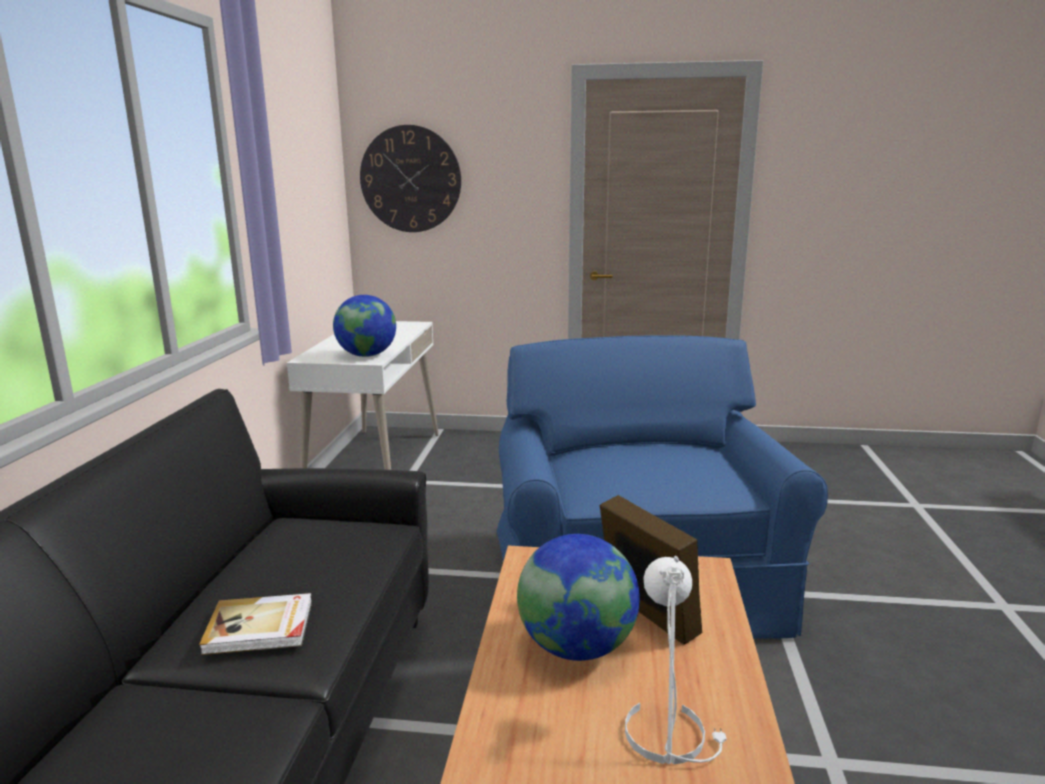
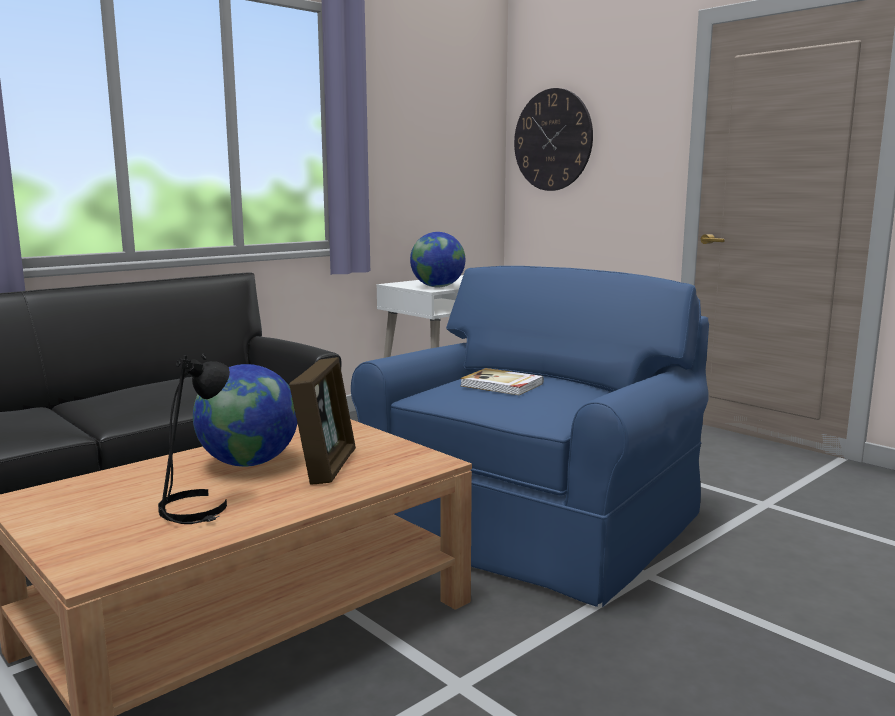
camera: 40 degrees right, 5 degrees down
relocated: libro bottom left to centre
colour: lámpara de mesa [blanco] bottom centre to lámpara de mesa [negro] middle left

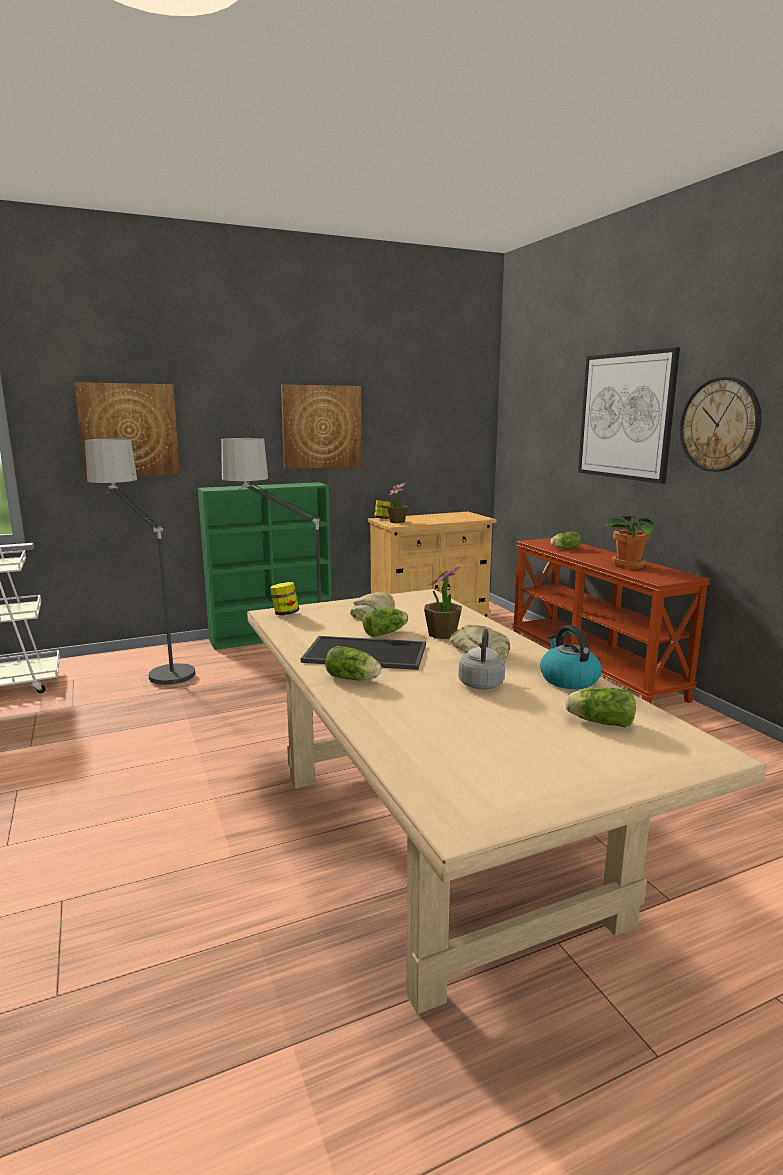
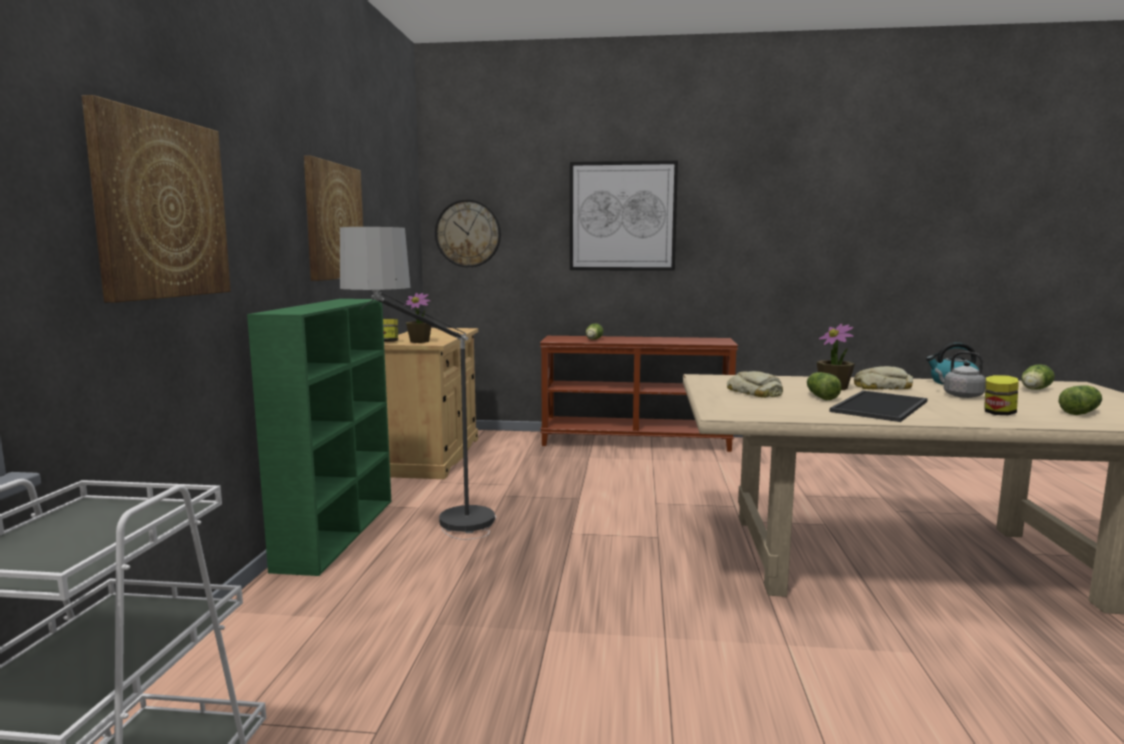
camera: 60 degrees left, 5 degrees down
missing: lámpara de pie (no. 1 from left) middle left; planta en maceta (no. 3 from left) middle right
relocated: tarro (no. 1 from left in the first image) centre to tarro (no. 2 from left) middle right; lechuga (no. 1 from left in the first image) centre to lechuga (no. 4 from left) middle right; reloj de pared middle right to top centre

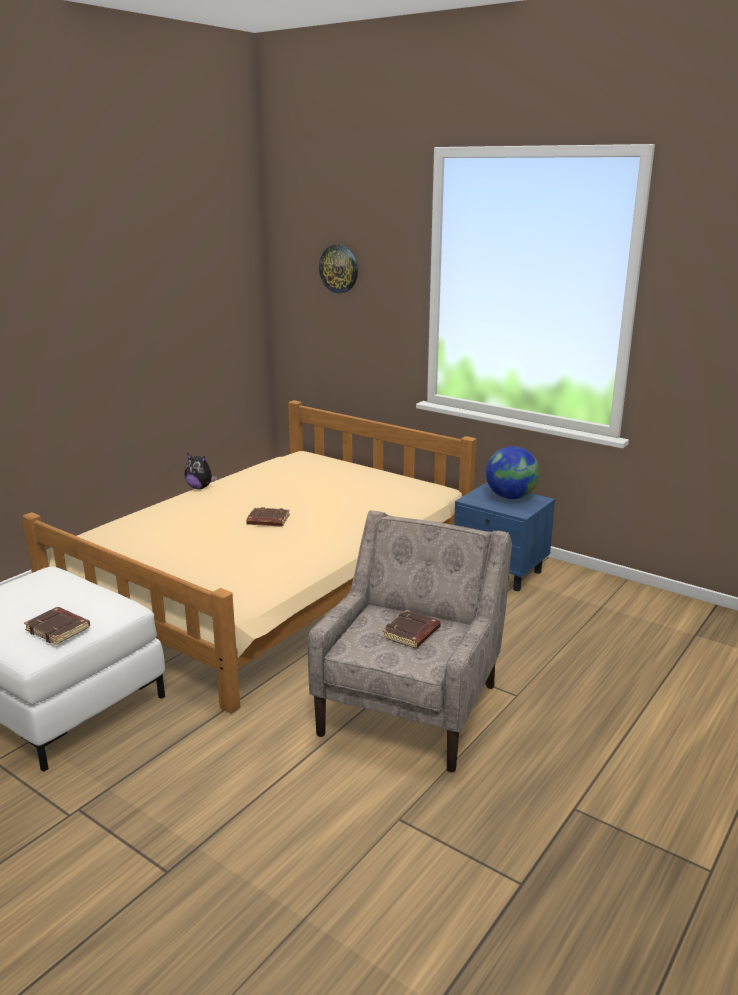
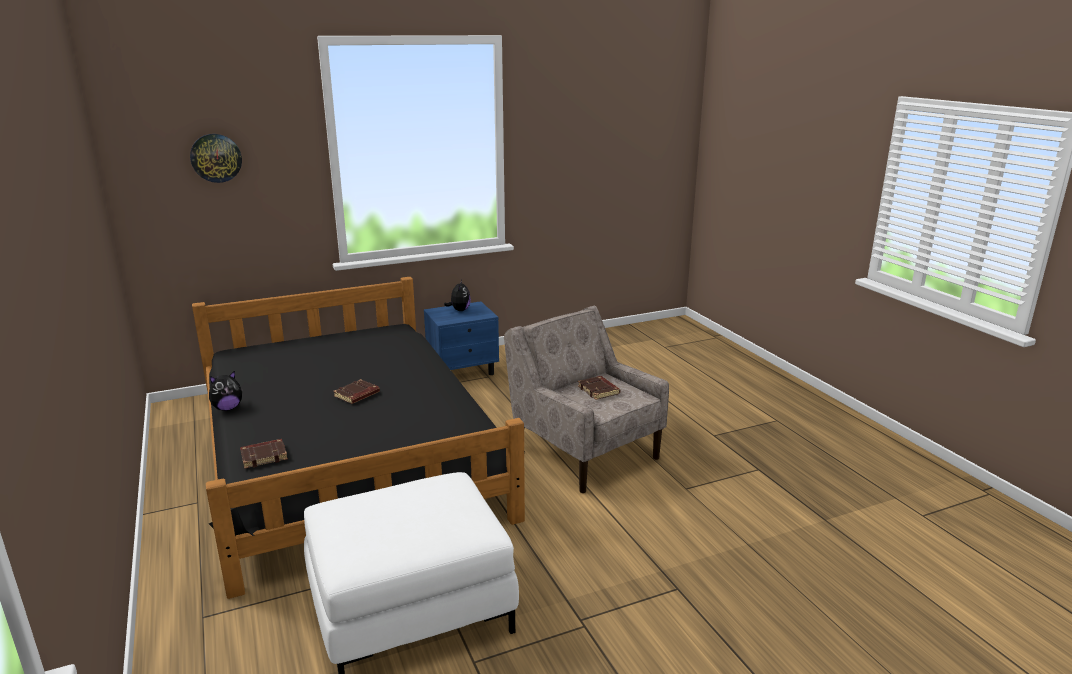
camera: 60 degrees left, 0 degrees up
relocated: libro [marrón] (no. 1 from left) middle left to bottom left
exchanged: globo terráqueo middle right to peluche (no. 2 from left) centre
colour: cama [beis] centre to cama [negro] centre

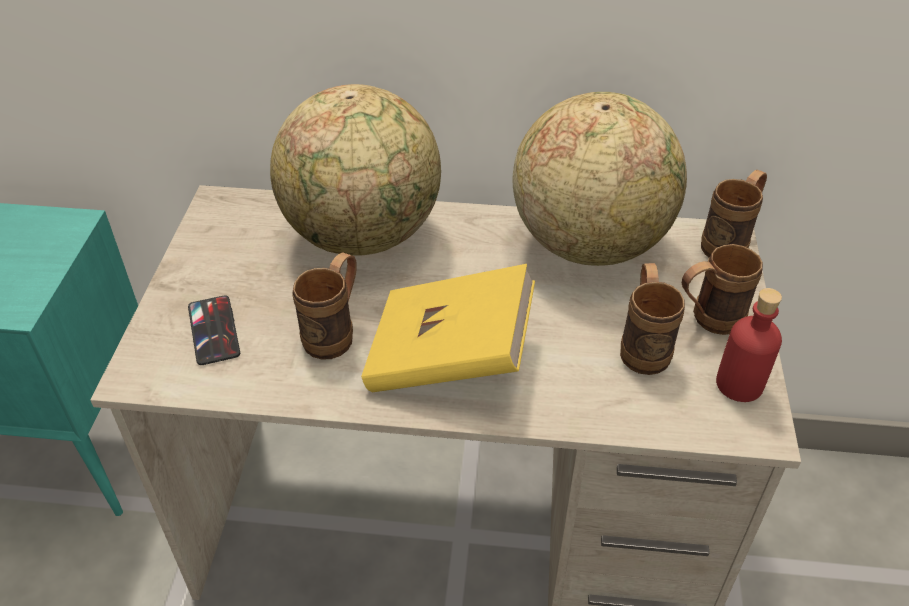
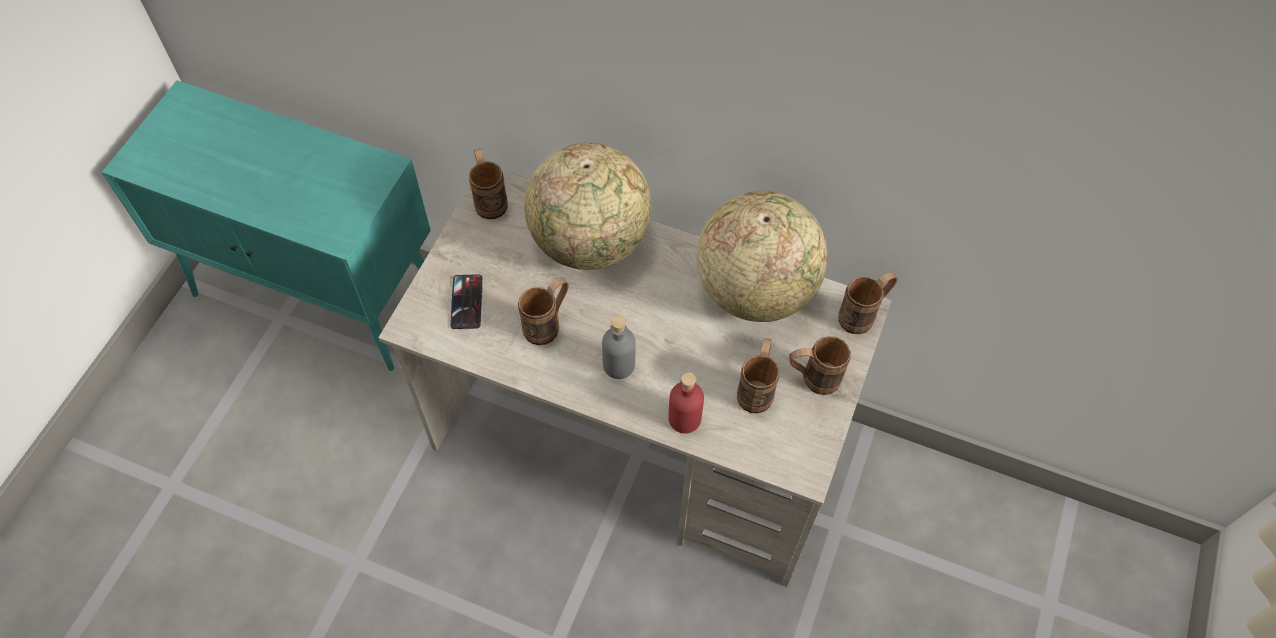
camera: 15 degrees right, 15 degrees up
appeared: taza grande [marrón] (no. 1 from left) top centre
relocated: botella [rojo] middle right to centre
exchanged: libro [amarillo] centre to botella [gris] centre

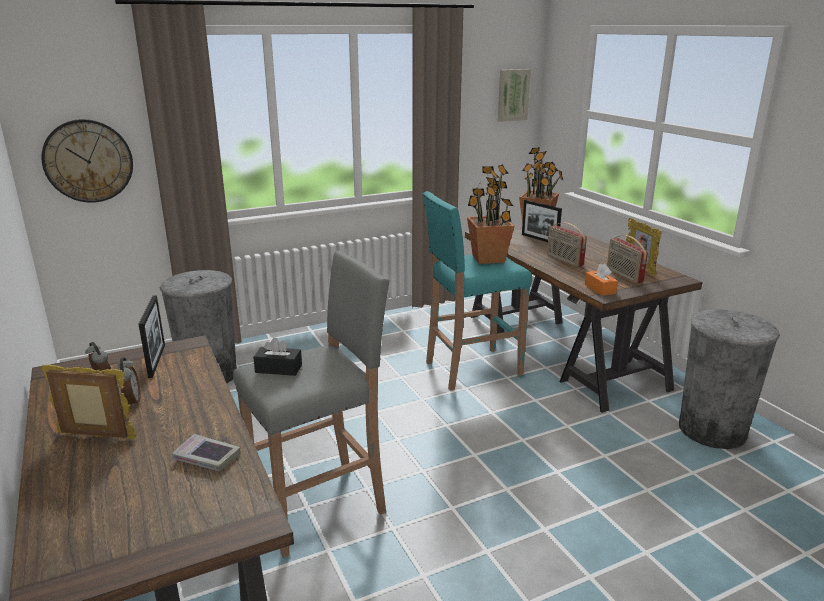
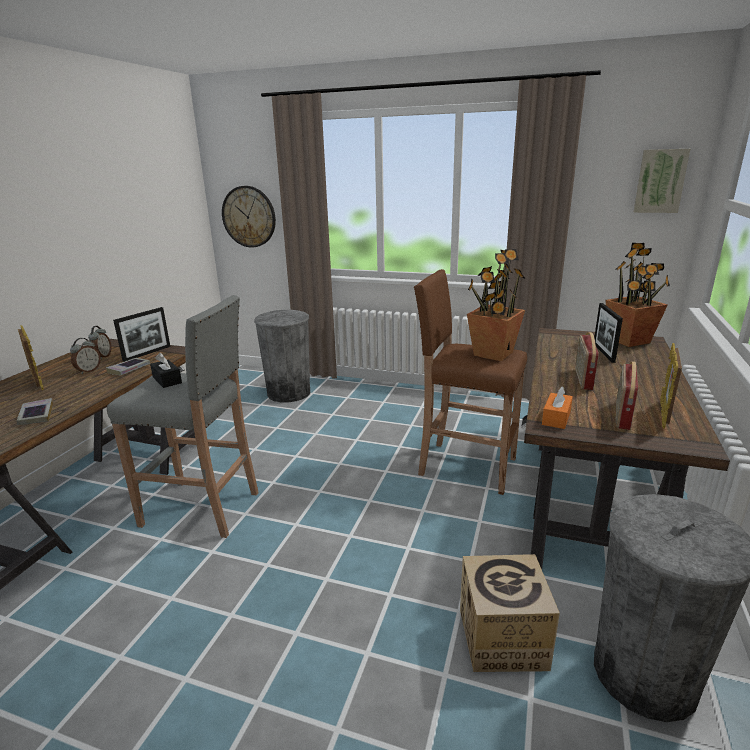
camera: 45 degrees right, 0 degrees up
appeared: libro (no. 2 from left) middle left; caja de cartón bottom right
colour: taburete [turquesa] centre to taburete [marrón] centre

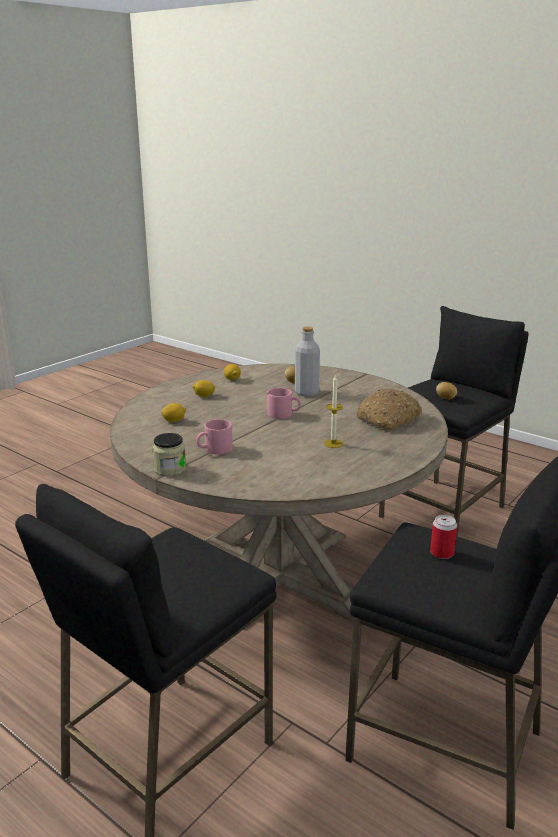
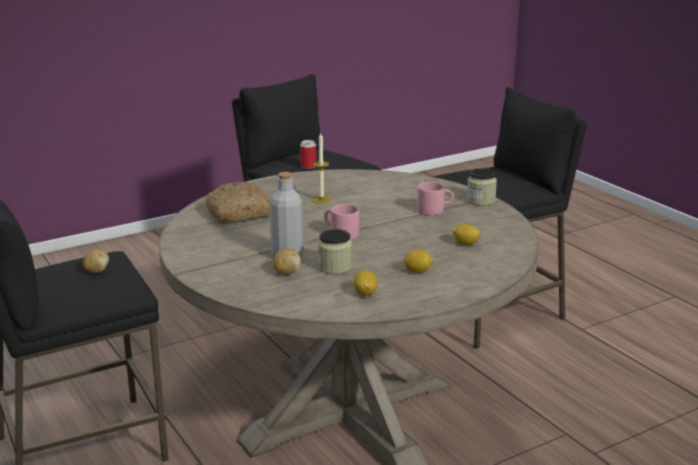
camera: 160 degrees left, 0 degrees up
appeared: tarro (no. 1 from left) centre

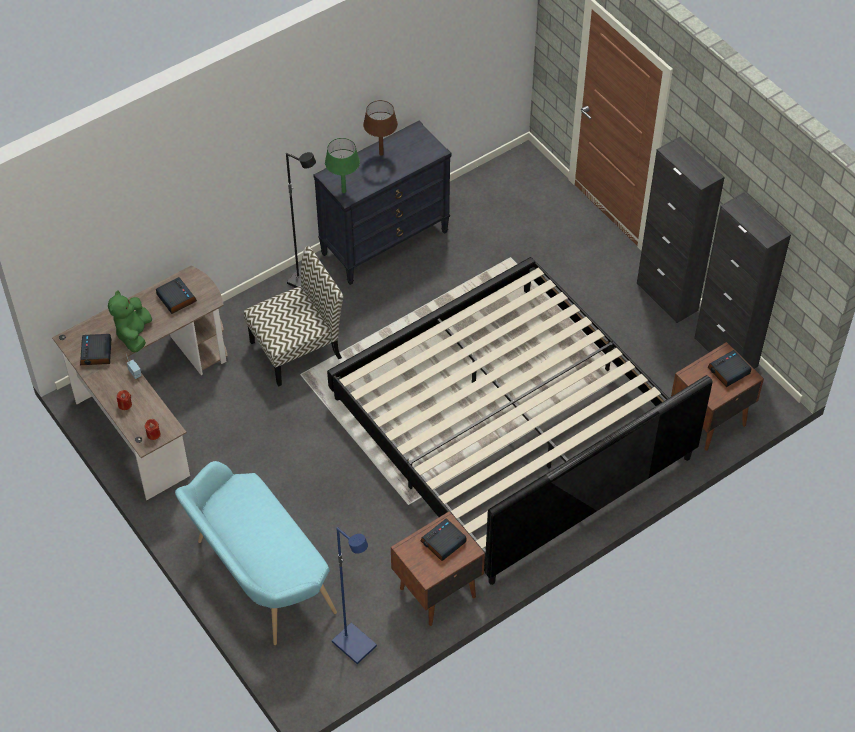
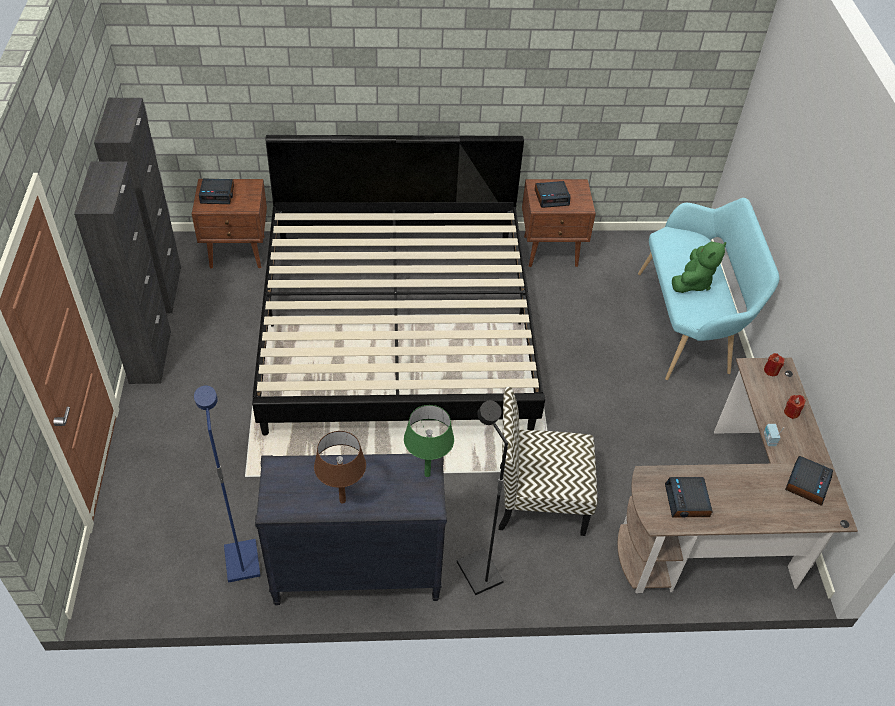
camera: 150 degrees left, 5 degrees down
relocated: peluche [verde] middle left to middle right; lámpara de pie [azul] bottom centre to bottom left

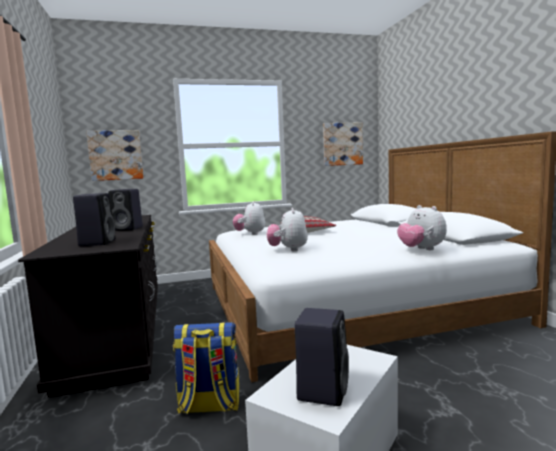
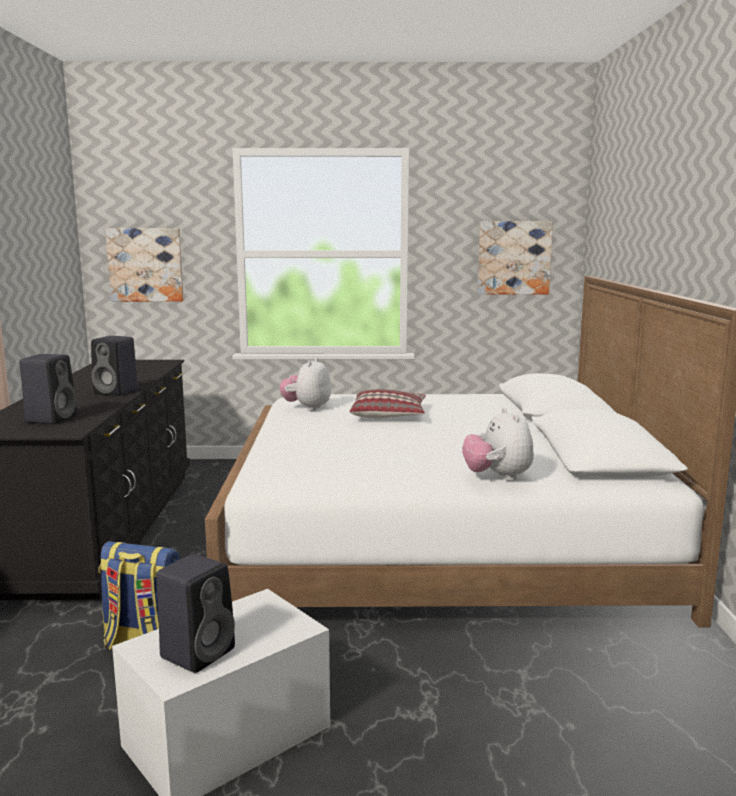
camera: 15 degrees right, 5 degrees up
missing: peluche (no. 2 from left) centre

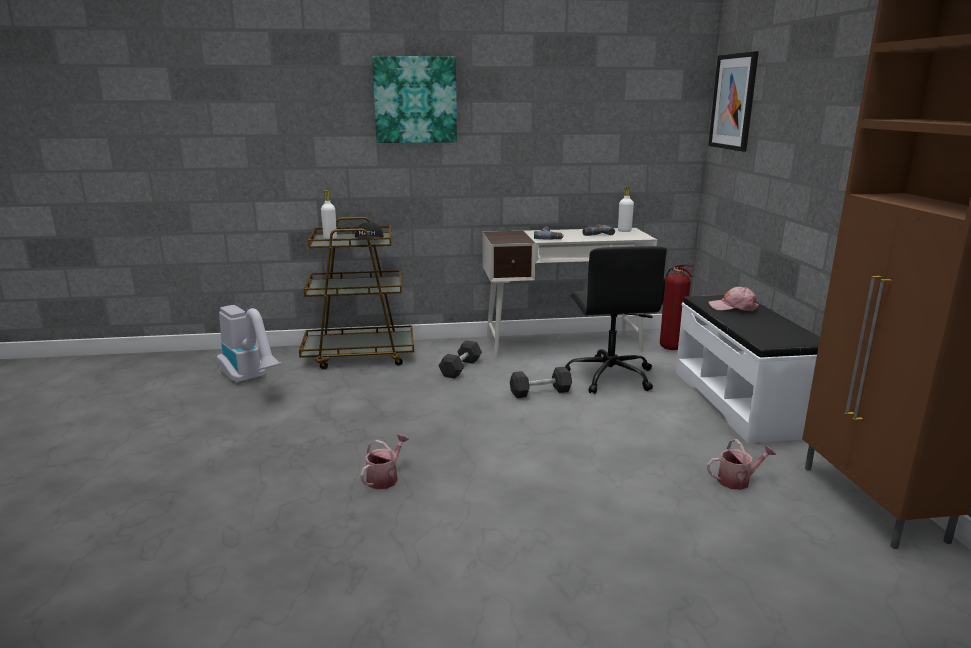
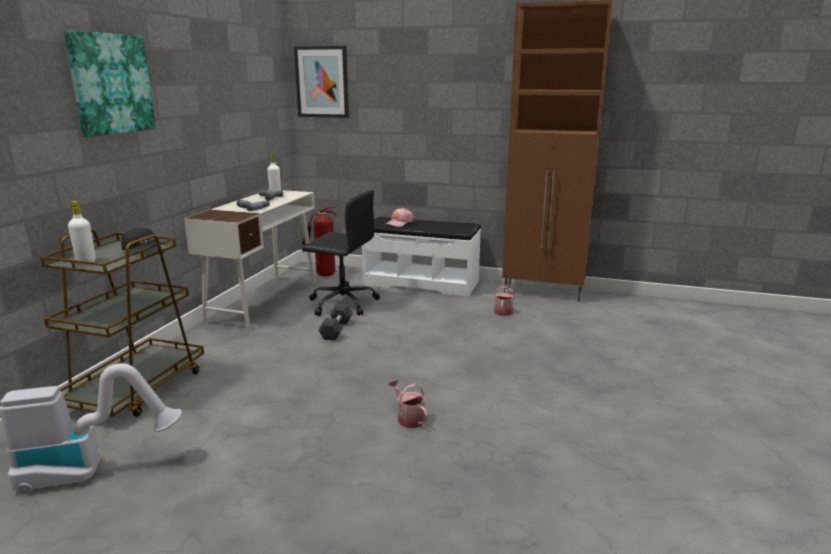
camera: 65 degrees left, 0 degrees up
missing: mancuerna [negro] (no. 1 from left) centre

